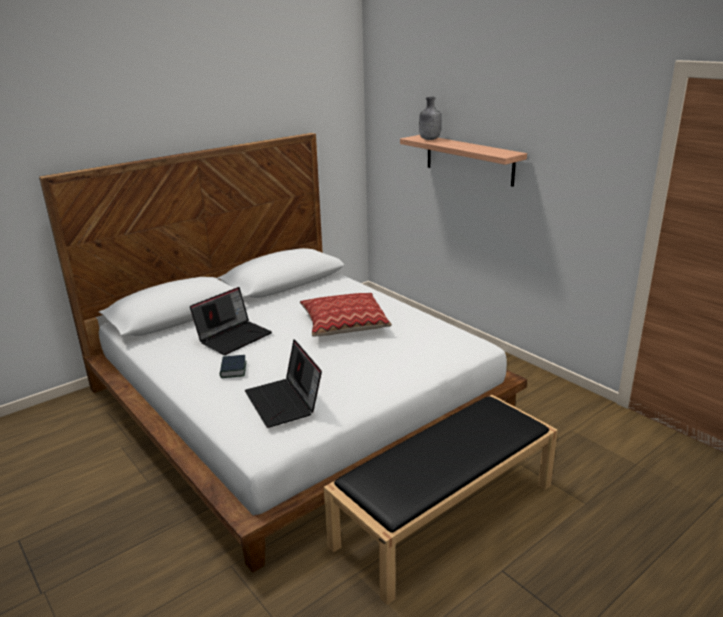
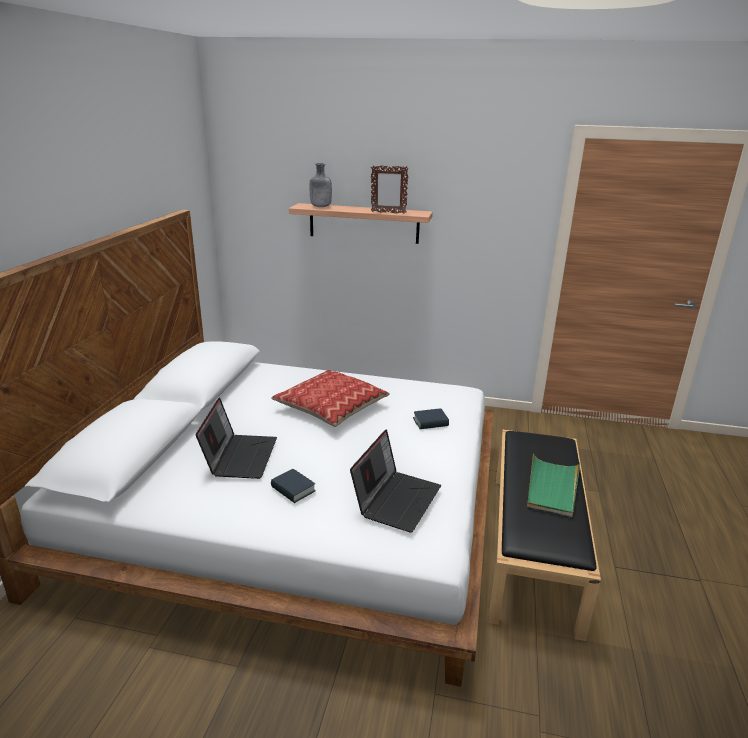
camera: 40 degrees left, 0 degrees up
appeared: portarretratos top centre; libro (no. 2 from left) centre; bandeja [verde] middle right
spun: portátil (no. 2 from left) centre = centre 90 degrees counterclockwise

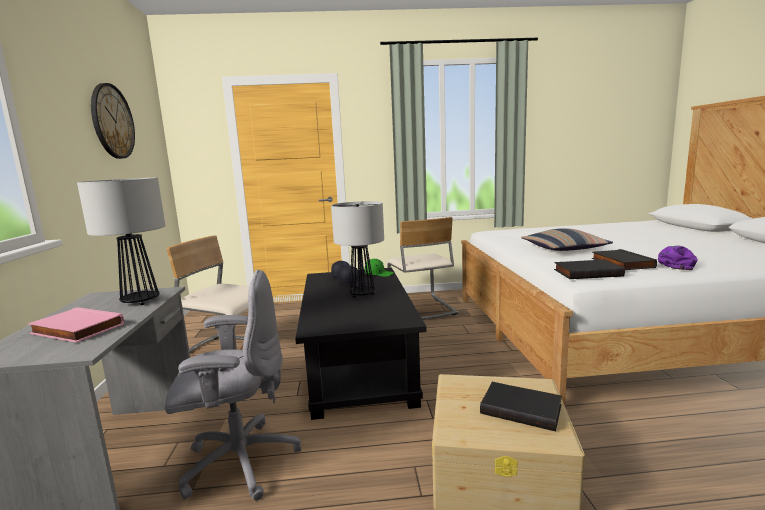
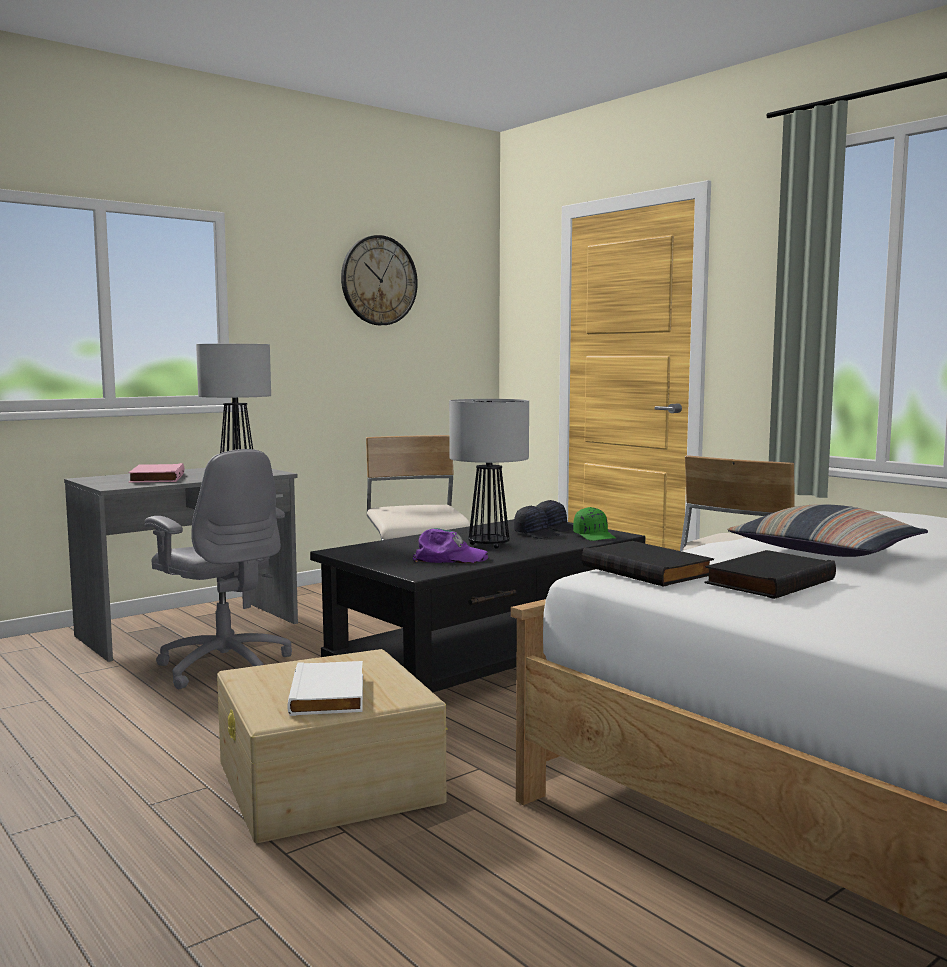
camera: 55 degrees right, 5 degrees down
relocated: gorra [morado] middle right to centre
colour: libro [negro] (no. 1 from left) bottom right to libro [blanco] bottom centre

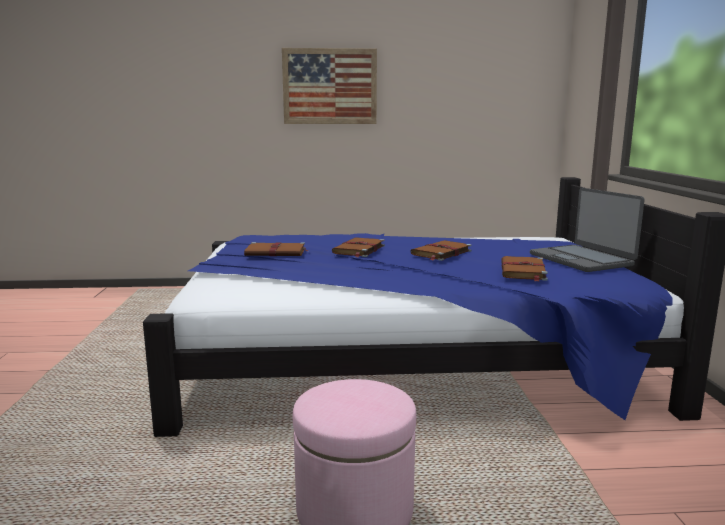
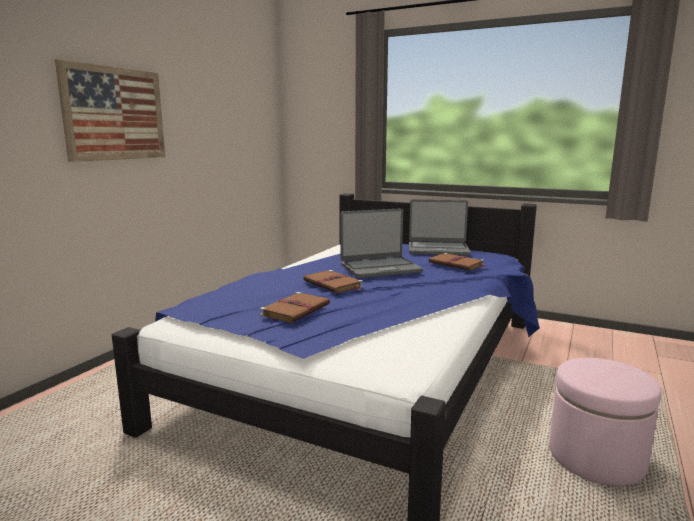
camera: 60 degrees left, 0 degrees up
exchanged: libro [marrón] (no. 3 from left) centre to portátil (no. 1 from left) centre

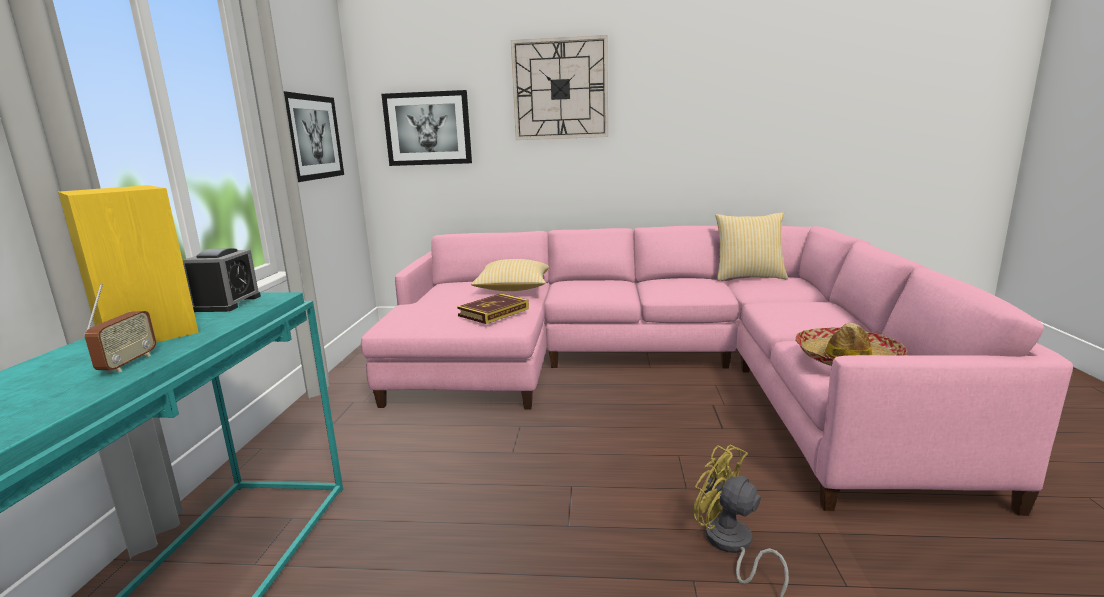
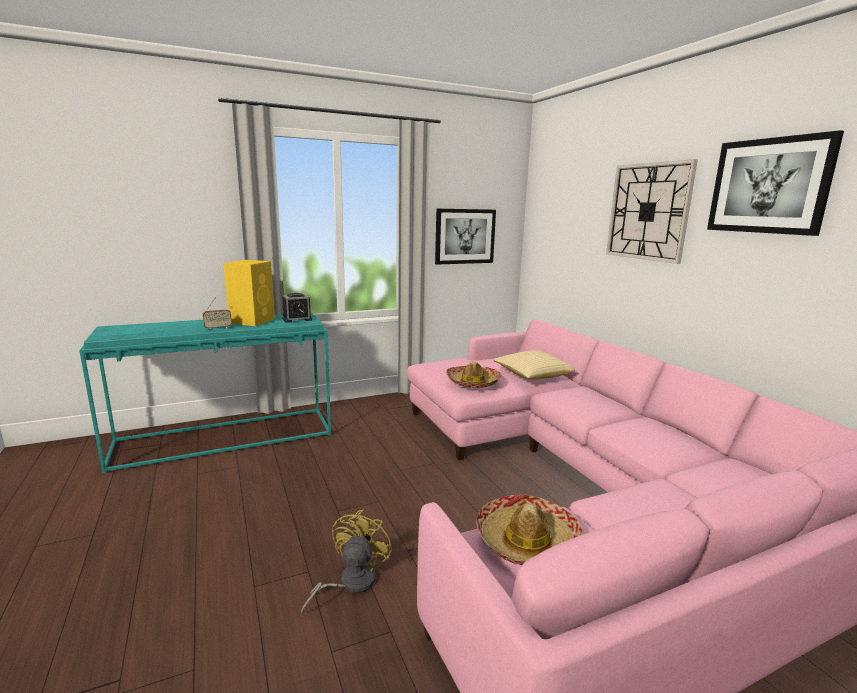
camera: 60 degrees right, 0 degrees up
missing: cojín (no. 2 from left) middle right
relocated: cuadro (no. 2 from left) top centre to top right
exchanged: libro centre to sombrero (no. 1 from left) centre

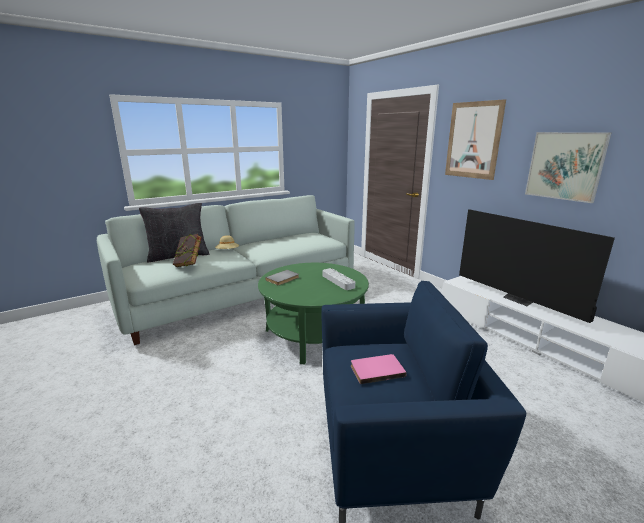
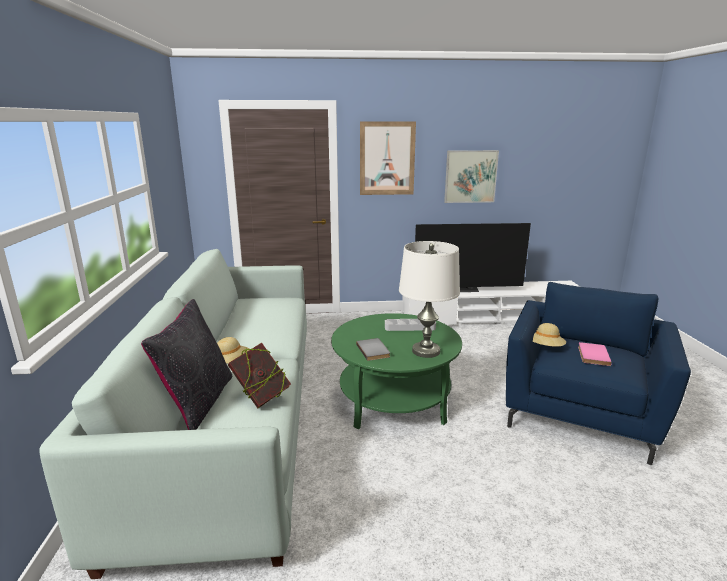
camera: 60 degrees left, 0 degrees up
appeared: lámpara de mesa [blanco] centre; sombrero [beis] (no. 2 from left) middle right

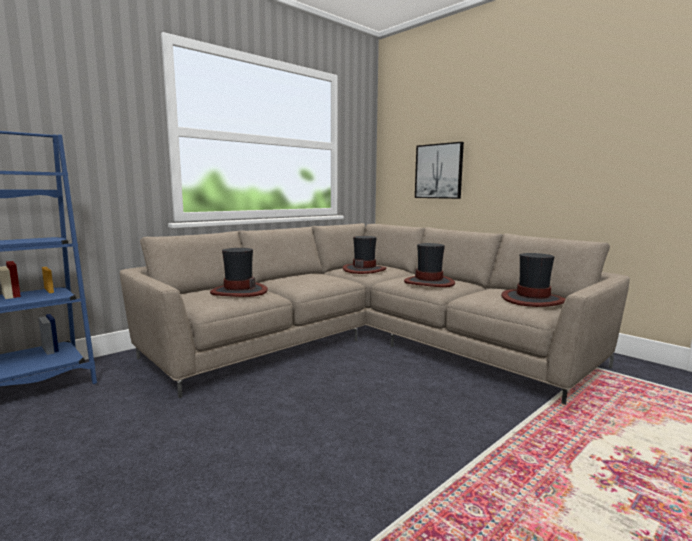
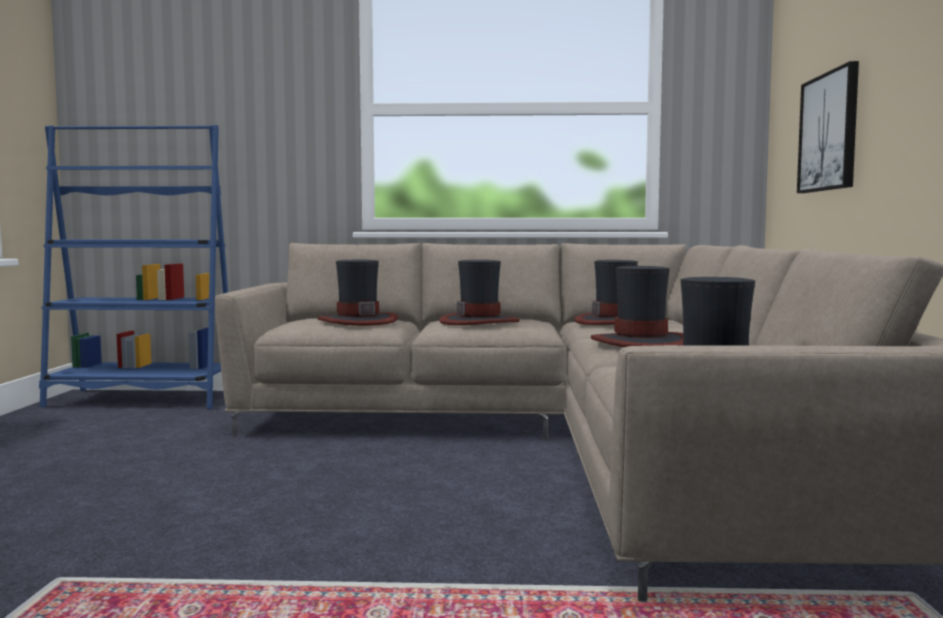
camera: 45 degrees right, 5 degrees down
appeared: sombrero (no. 2 from left) centre

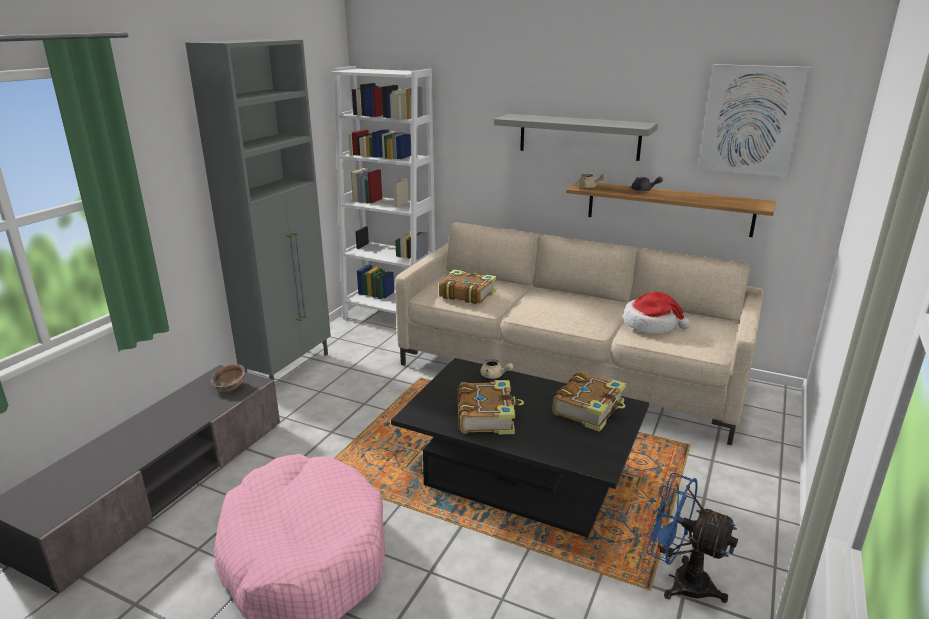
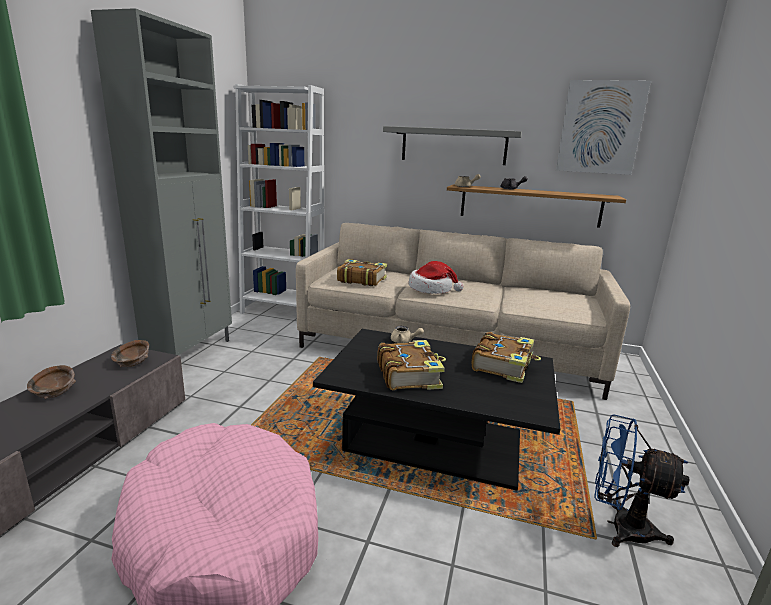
camera: 10 degrees left, 5 degrees down
appeared: cuenco [marrón] (no. 1 from left) middle left
relocated: sombrero middle right to centre

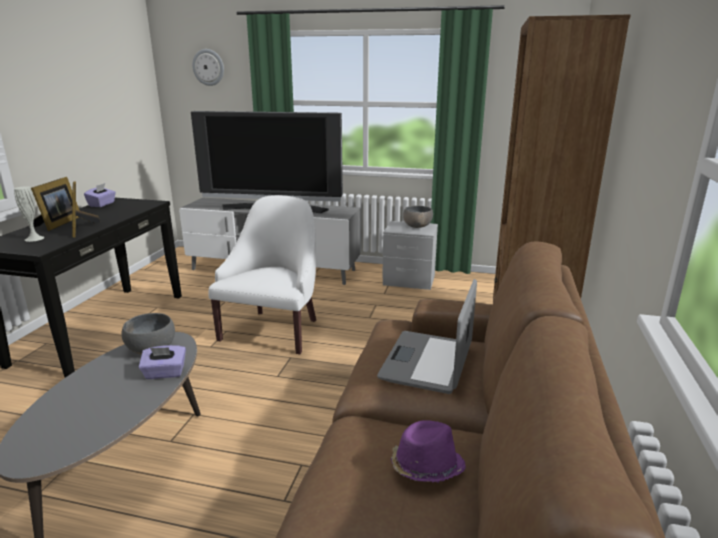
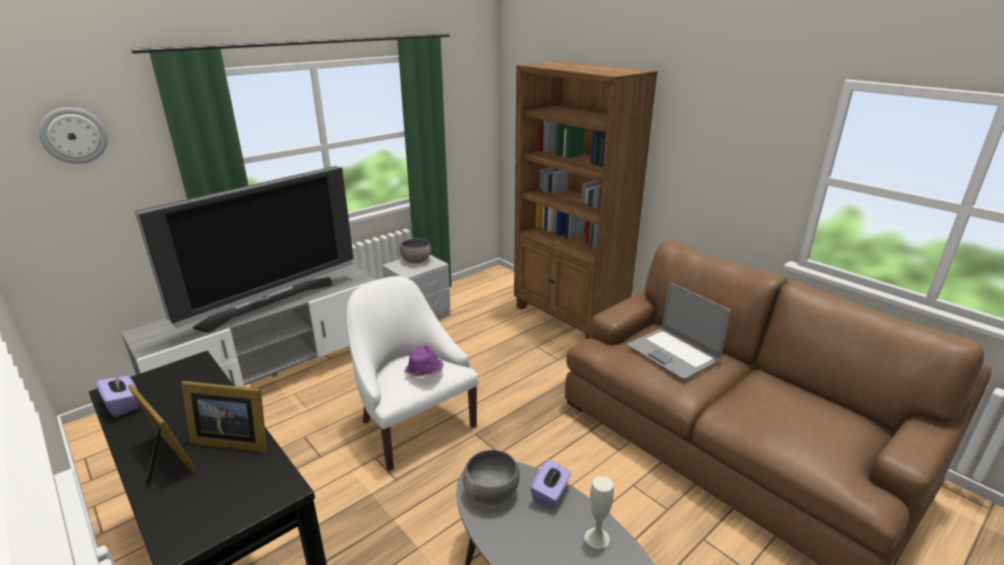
camera: 55 degrees left, 5 degrees up
relocated: florero [blanco] middle left to bottom centre; sombrero [morado] bottom centre to centre

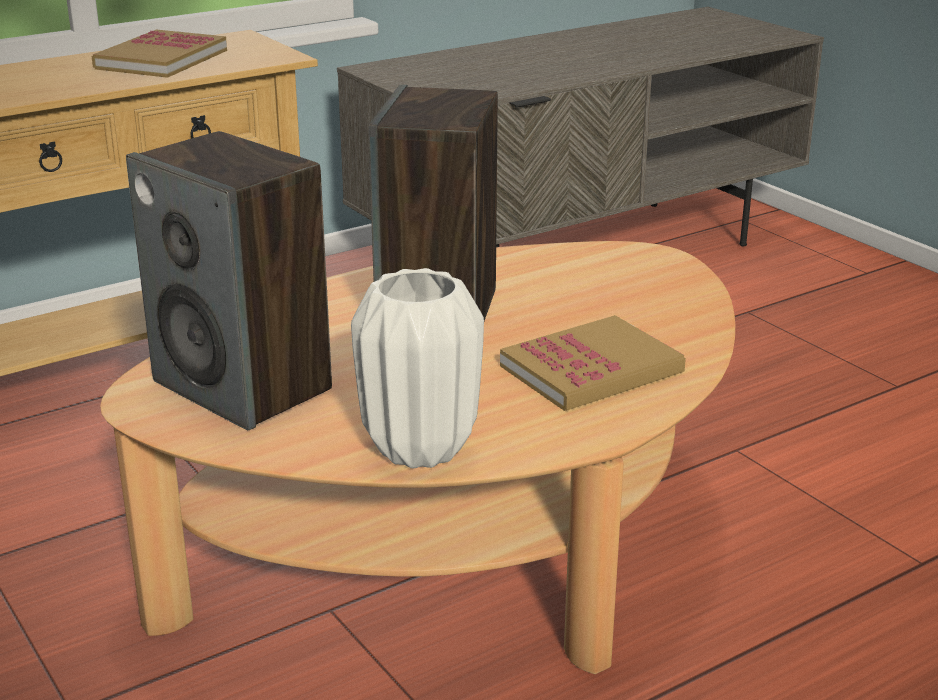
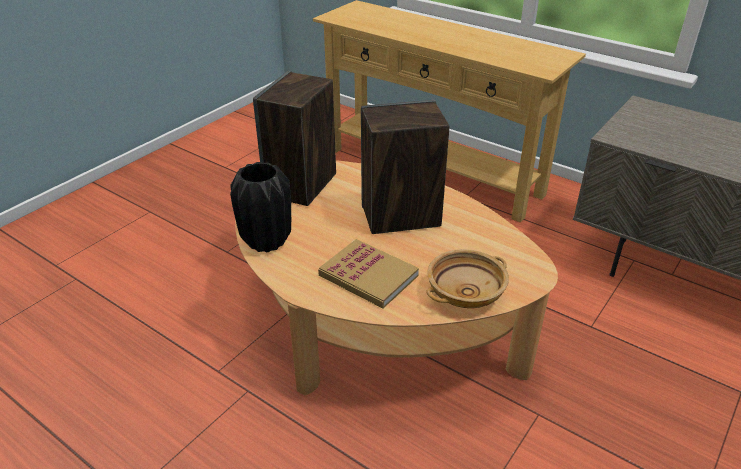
camera: 70 degrees right, 10 degrees up
missing: libro (no. 1 from left) top left
appeared: cuenco [beis] centre
colour: florero [blanco] centre to florero [negro] centre

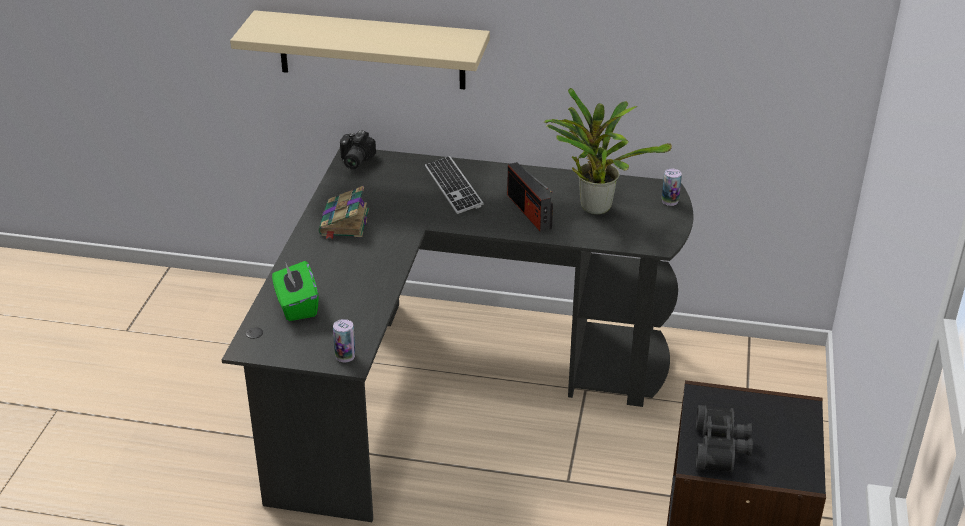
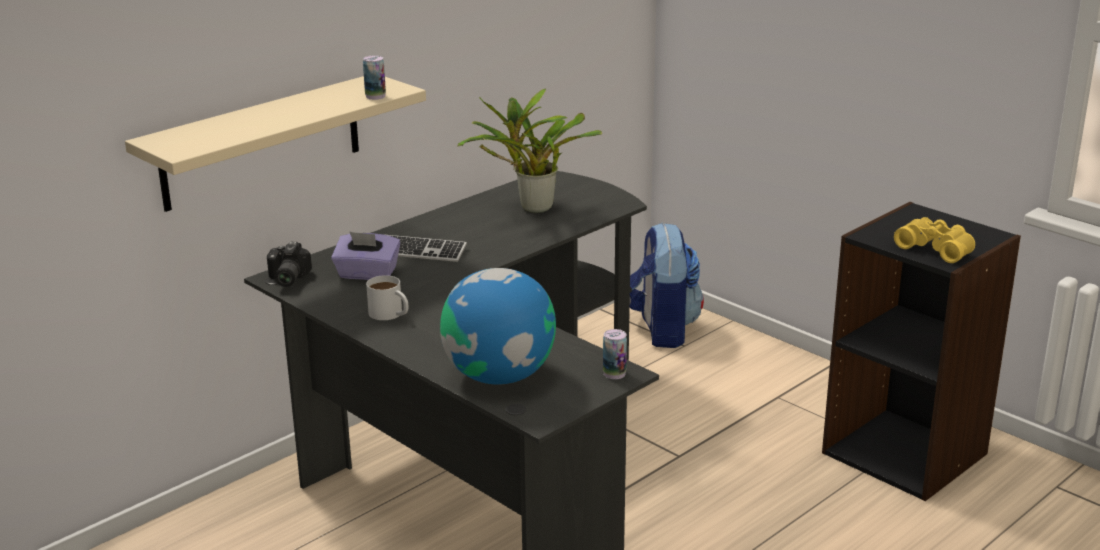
camera: 55 degrees left, 10 degrees down
missing: radio centre
appeared: caja de pañuelos [morado] middle left; mochila centre
relocated: lata (no. 2 from left in the first image) middle right to lata (no. 1 from left) top centre
exchanged: caja de pañuelos [verde] middle left to globo terráqueo centre; libro centre to taza grande [blanco] centre
colour: prismáticos [negro] bottom right to prismáticos [amarillo] middle right
spun: cámara top centre = middle left 45 degrees clockwise

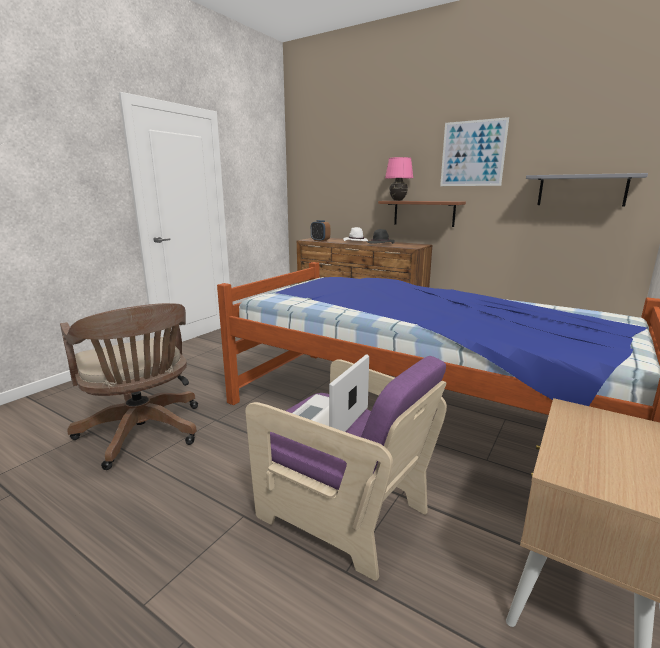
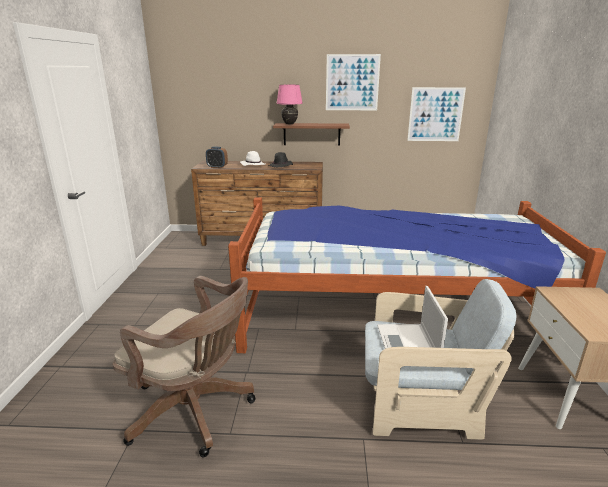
camera: 30 degrees left, 5 degrees up
exchanged: estante [gris] top right to cuadro (no. 2 from left) top right
colour: sillón [morado] bottom centre to sillón [beis] bottom right

